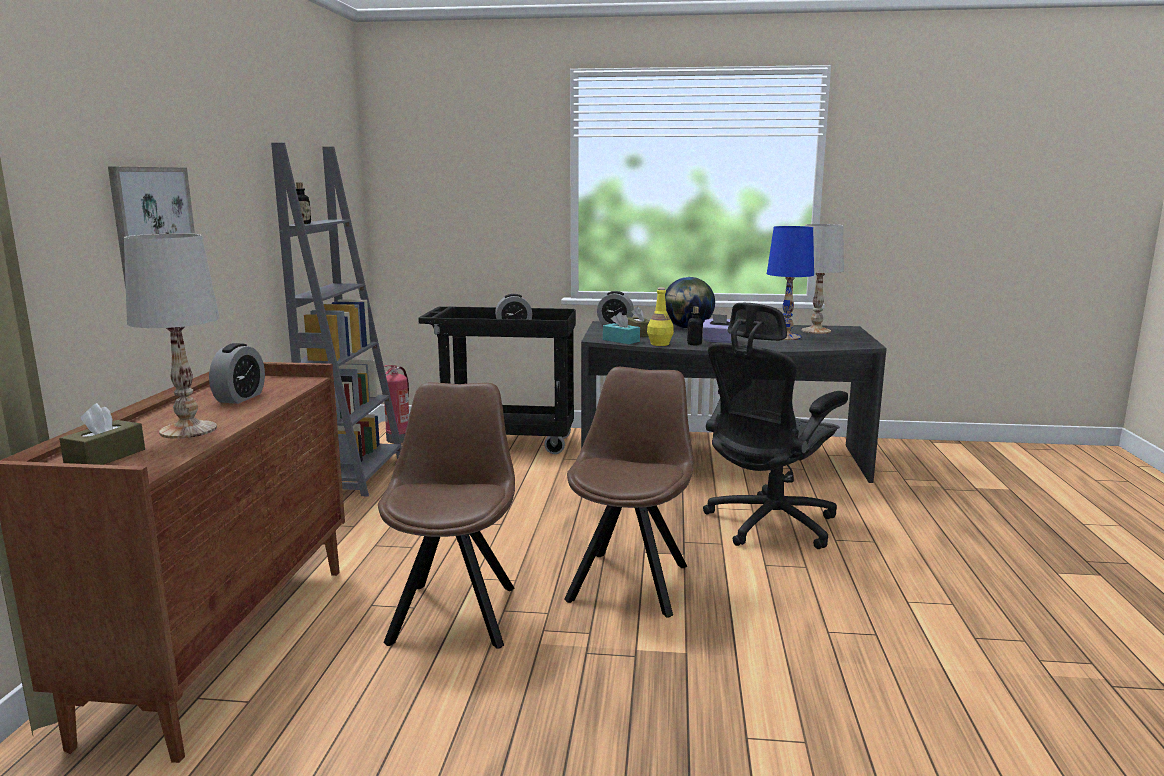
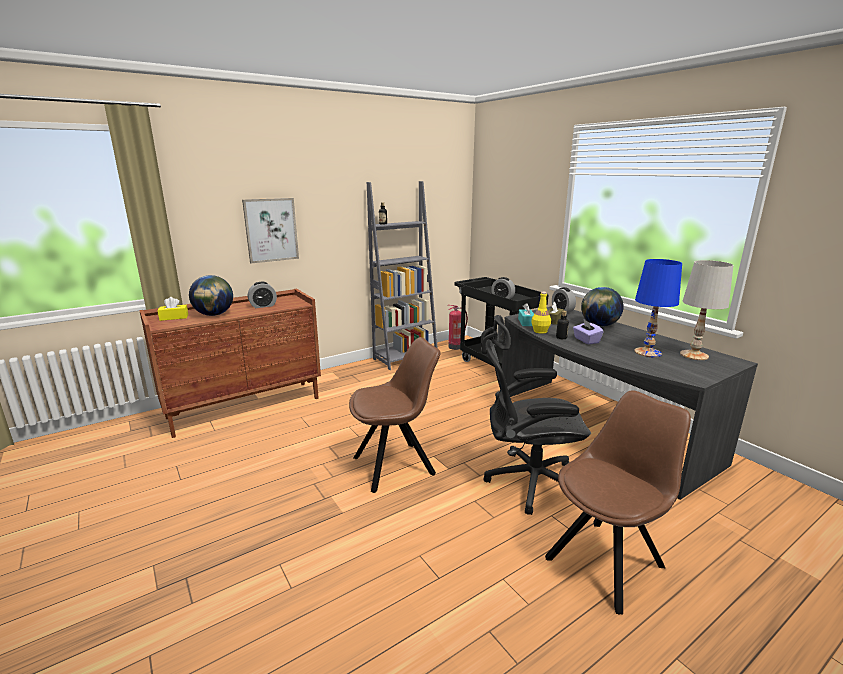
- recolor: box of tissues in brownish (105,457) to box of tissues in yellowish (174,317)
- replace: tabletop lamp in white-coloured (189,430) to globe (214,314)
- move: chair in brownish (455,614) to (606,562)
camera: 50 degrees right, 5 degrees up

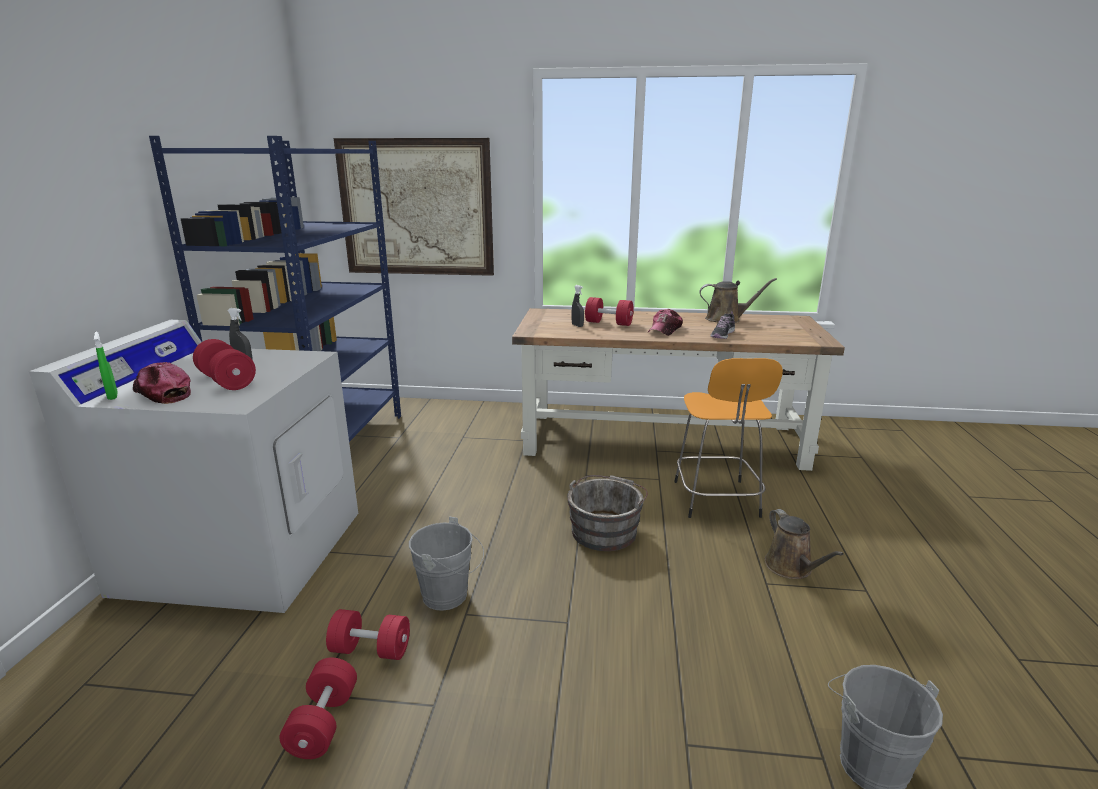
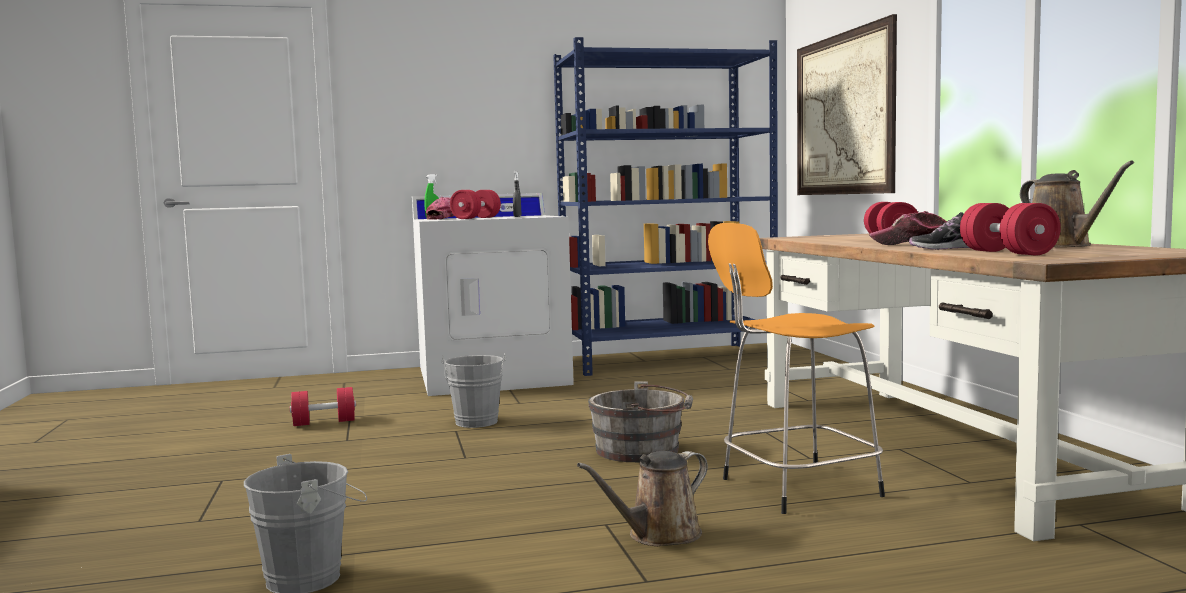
- move: hand weight in red-coloured (371,650) to (1007,253)
- delete: sprayer in grey (577,325)
camera: 70 degrees right, 15 degrees down

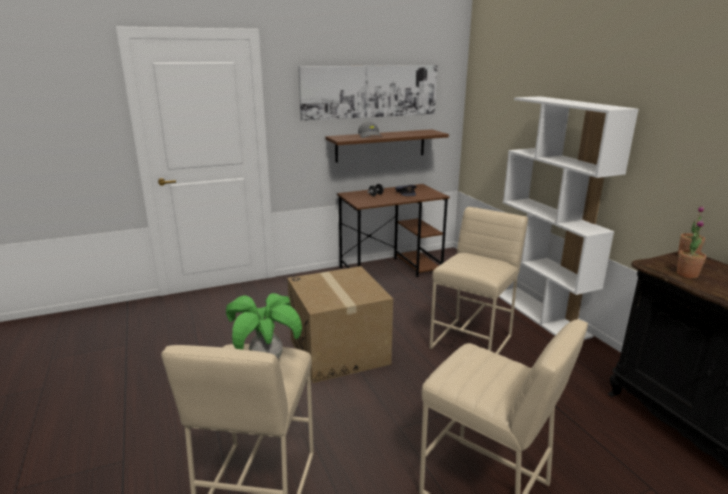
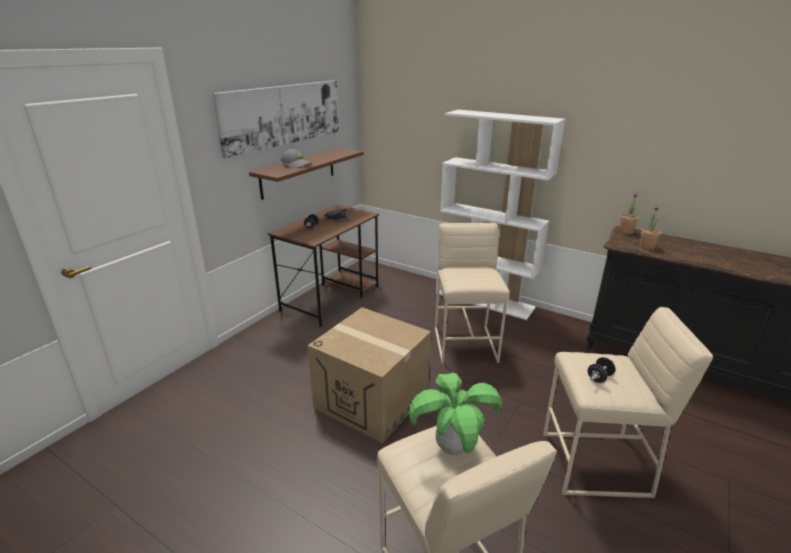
- insert: hand weight in blackish (599,377)
camera: 35 degrees left, 5 degrees up

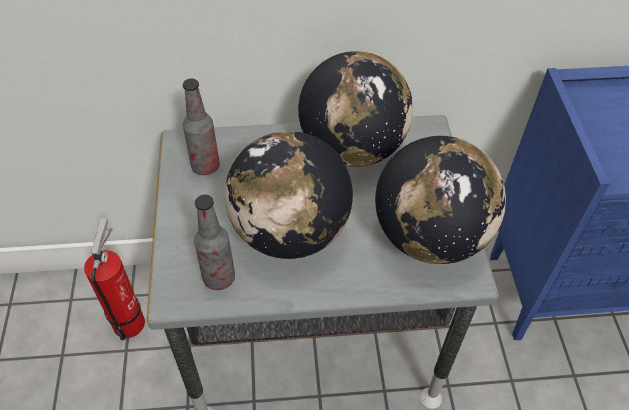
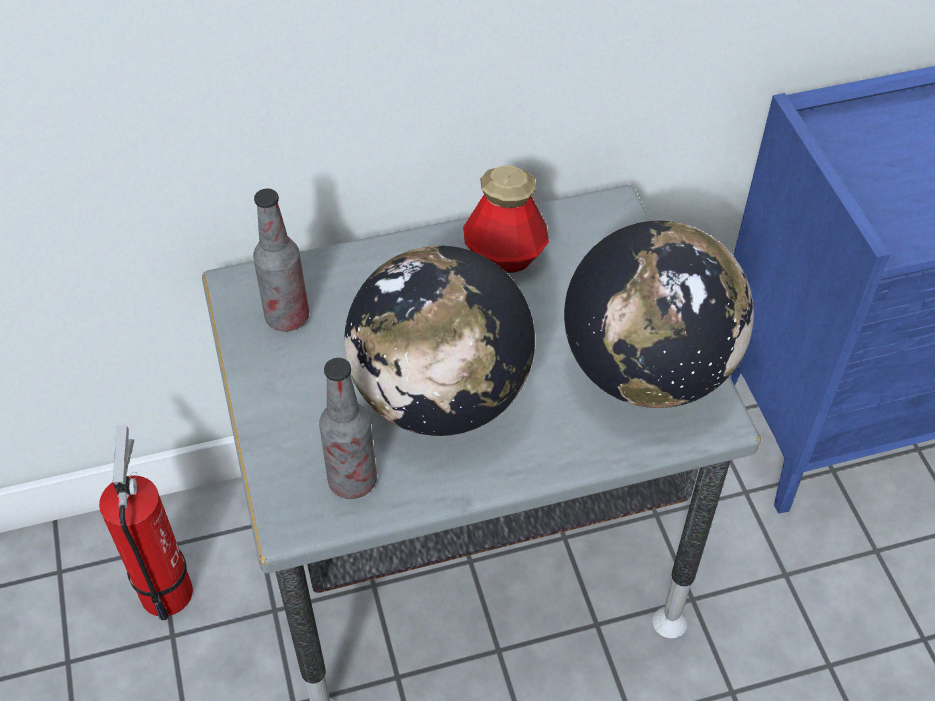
- replace: globe (352,148) to beverage bottle (505,256)
camera: 10 degrees left, 0 degrees up

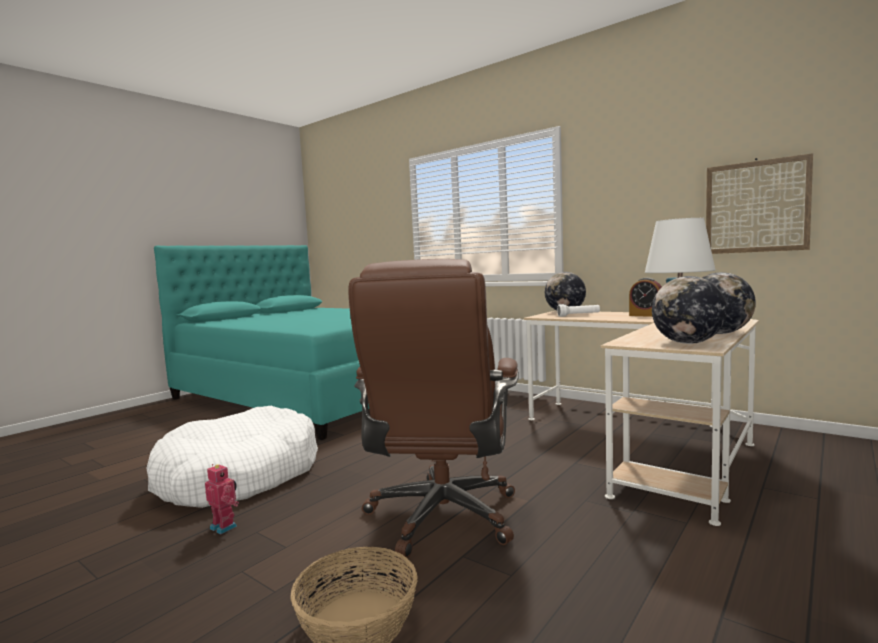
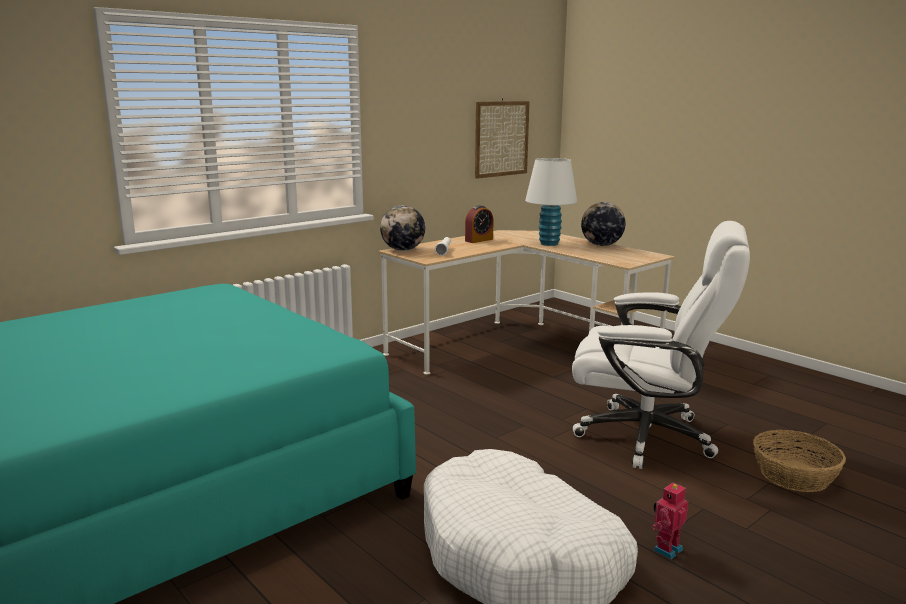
- recolor: office chair in brownish (443,515) to office chair in white-coloured (645,436)
- delete: globe (687,343)
camera: 80 degrees left, 10 degrees up

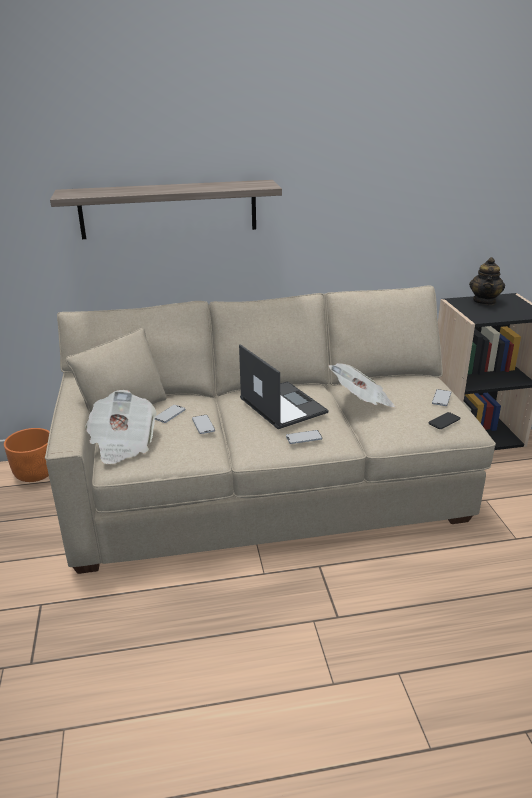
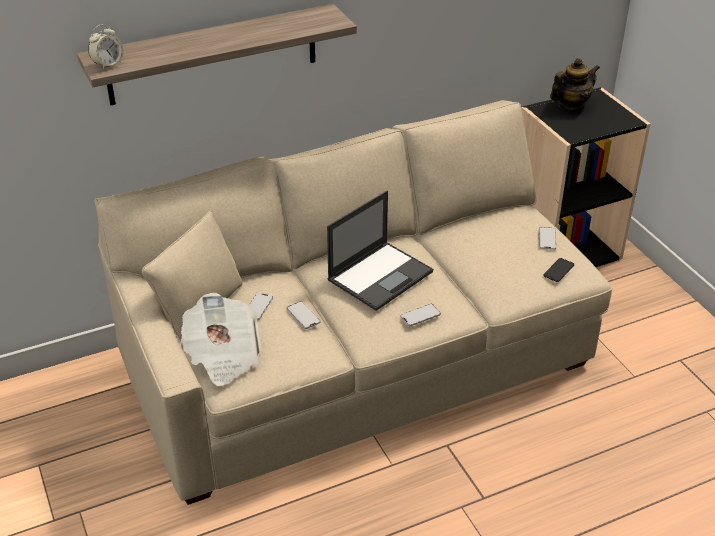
- delete: plant pot in orangey (36,473)
- rotate: portable computer (282,405) = (381,275) 90 degrees clockwise
- delete: daily paper (361,401)
- rotate: teapot (484,301) = (571,106) 120 degrees counterclockwise
- insert: bedside clock (108,64)
camera: 15 degrees left, 10 degrees up

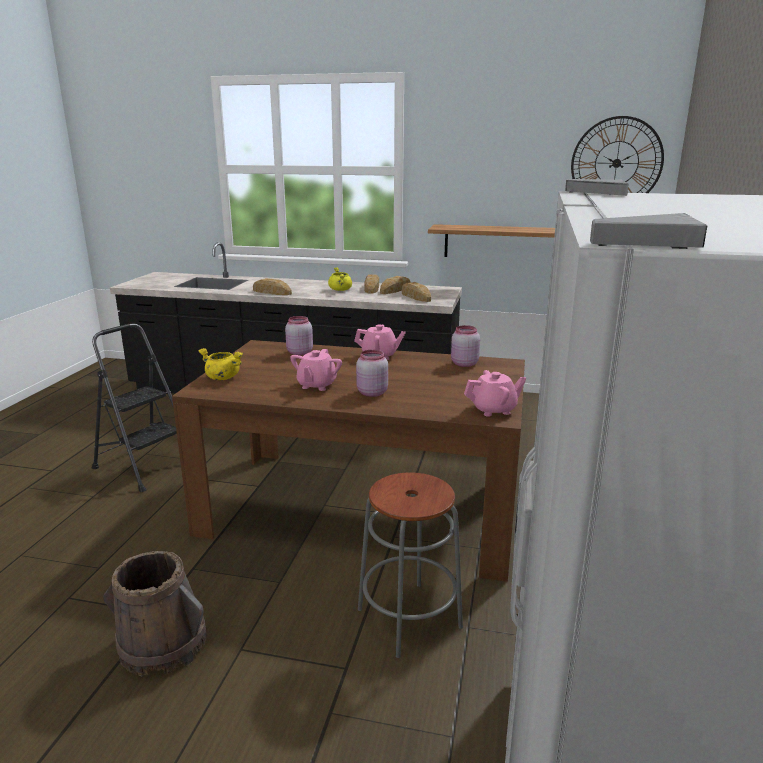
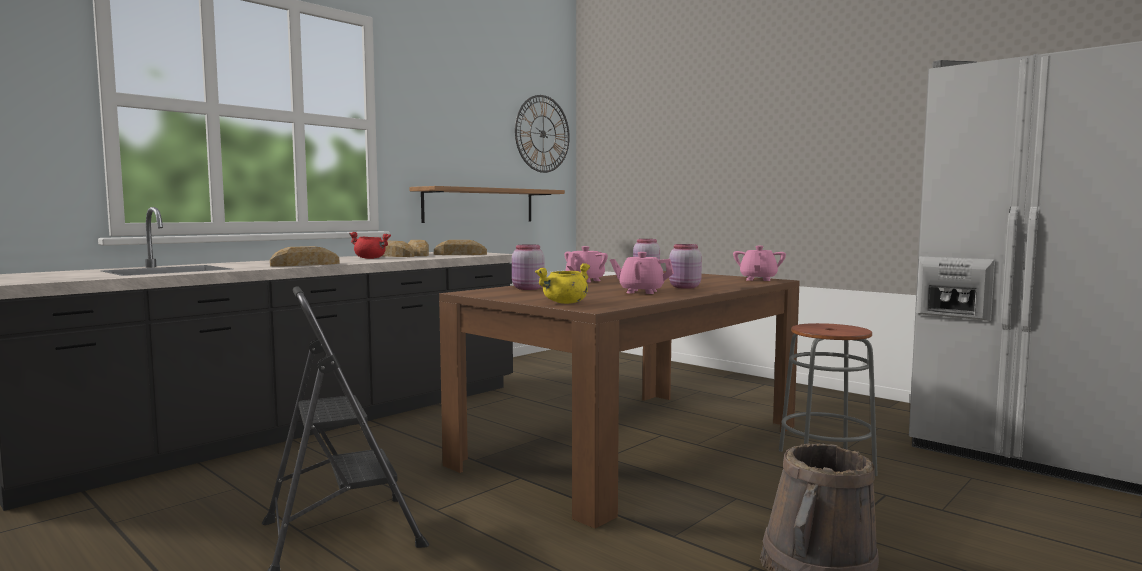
- rotate: teapot in pinkish (316,385) = (641,292) 150 degrees clockwise
- recolor: saucepot in yellowish (340,290) to saucepot in red-coloured (371,258)
camera: 60 degrees left, 15 degrees down

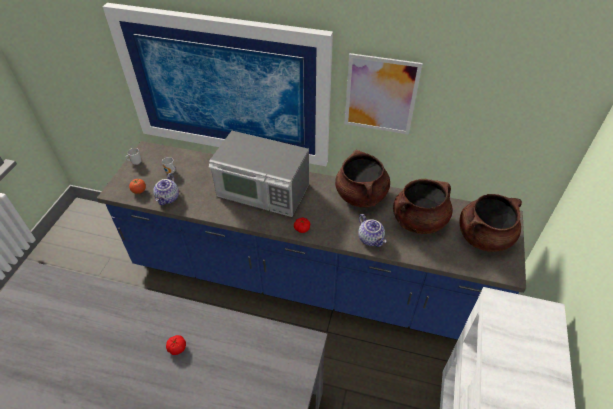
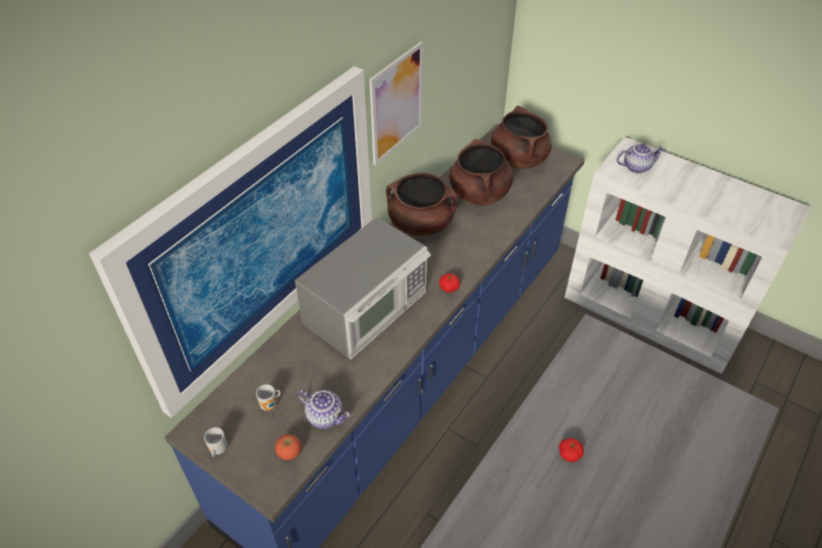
- move: teapot (371,239) to (636,167)
camera: 70 degrees left, 0 degrees up

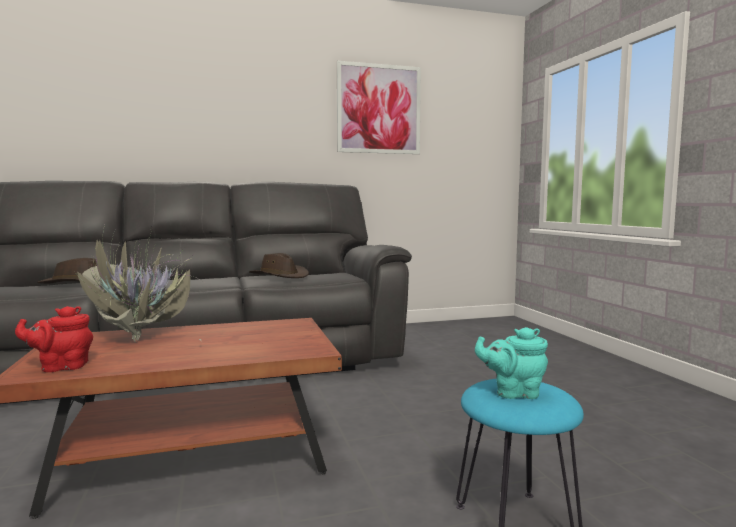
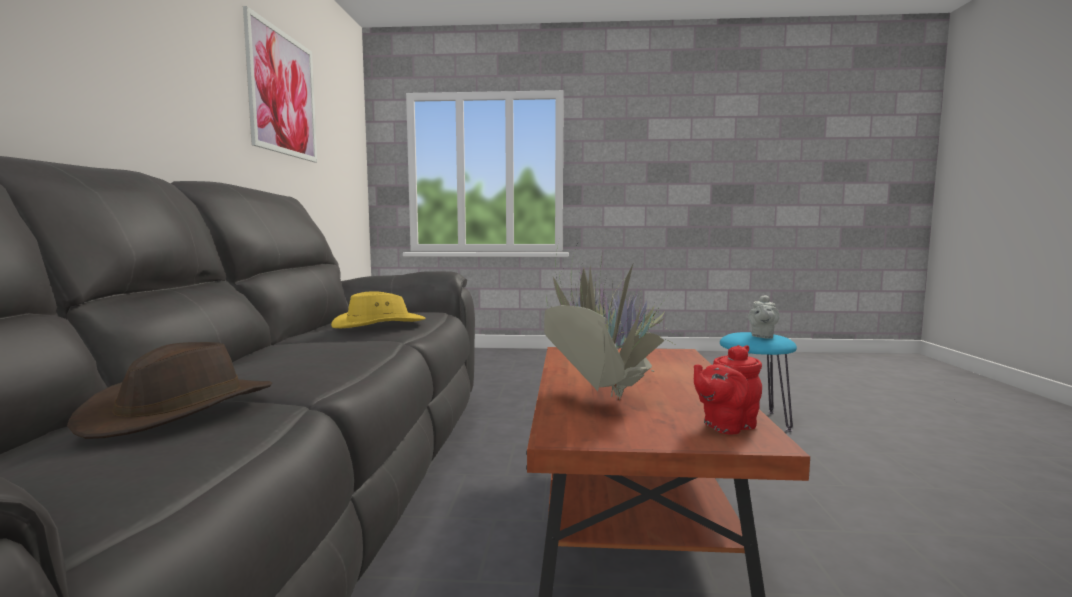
- rotate: teapot in red-coloured (61,367) = (726,426) 60 degrees clockwise
- recolor: hat in brownish (279,276) to hat in yellowish (378,324)
- recolor: teapot in turquoise-coloured (513,392) to teapot in grey (762,336)
camera: 70 degrees left, 0 degrees up

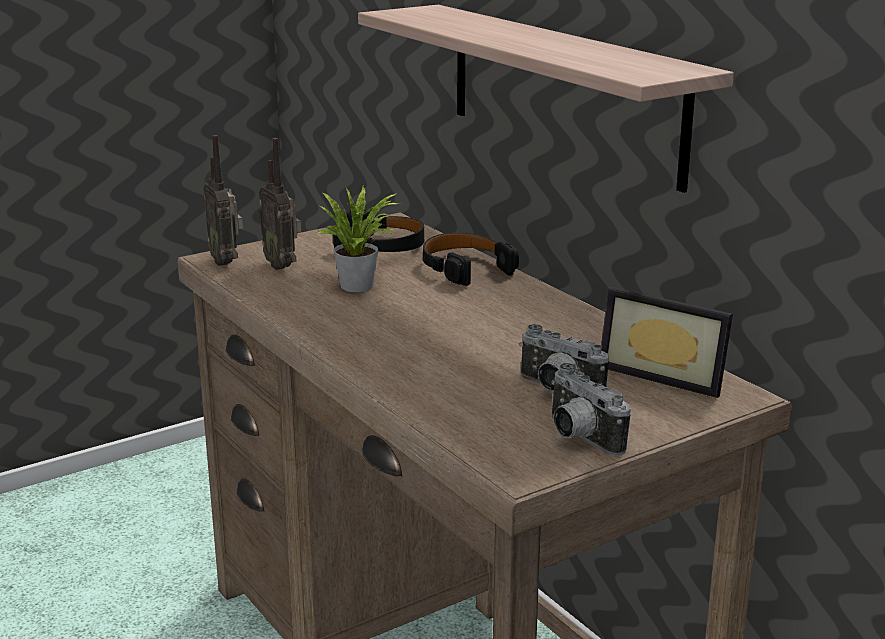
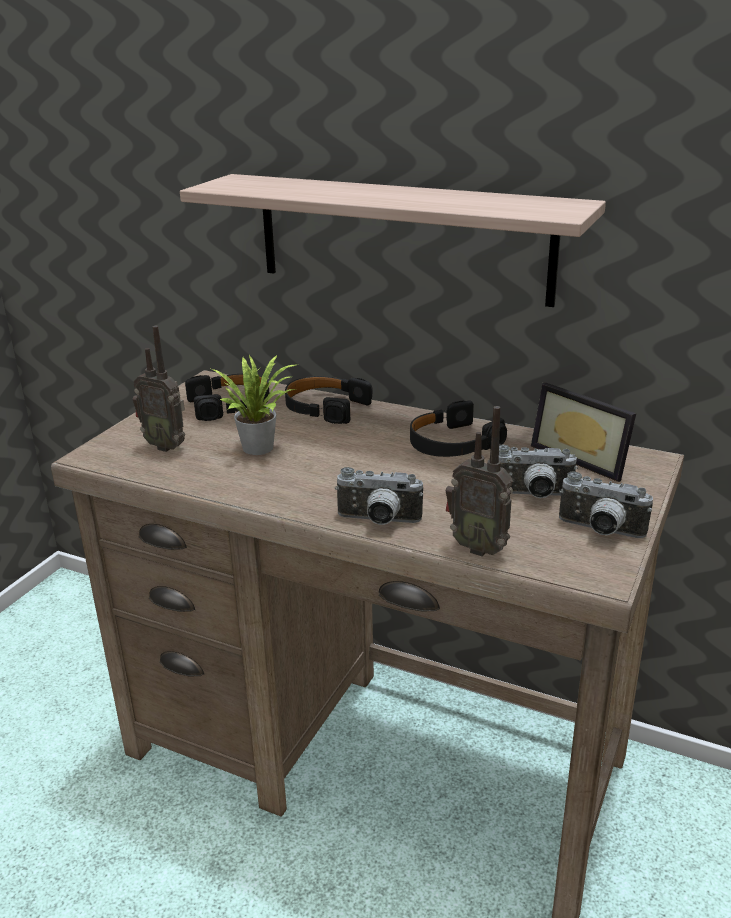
- move: radio receiver (226,261) to (478,547)
- rotate: picture frame (665,374) = (584,457) 45 degrees clockwise
- insert: still camera (378,521)
- insert: pair of headphones in blackish (452,443)
camera: 30 degrees left, 5 degrees up

